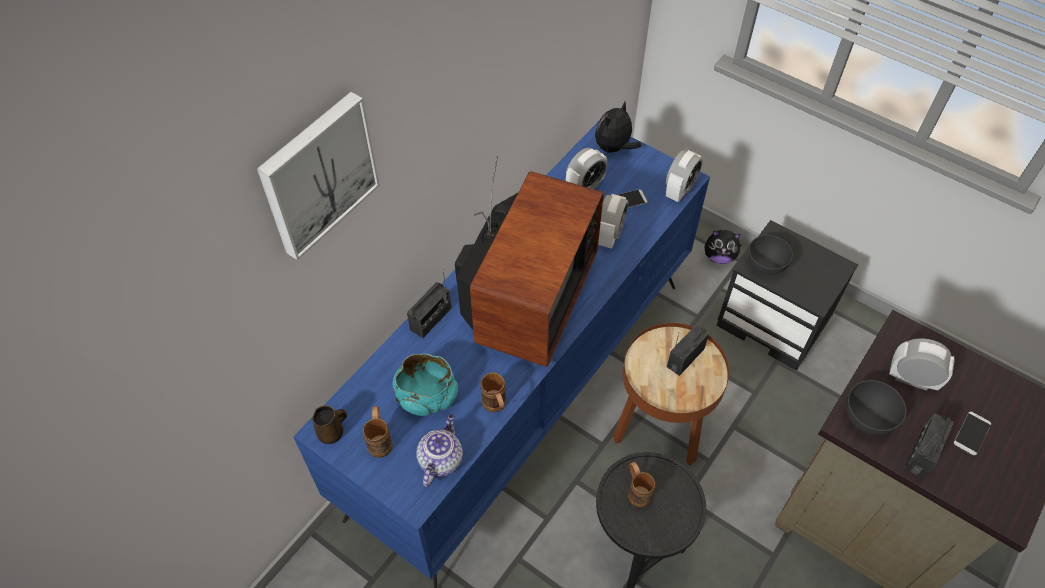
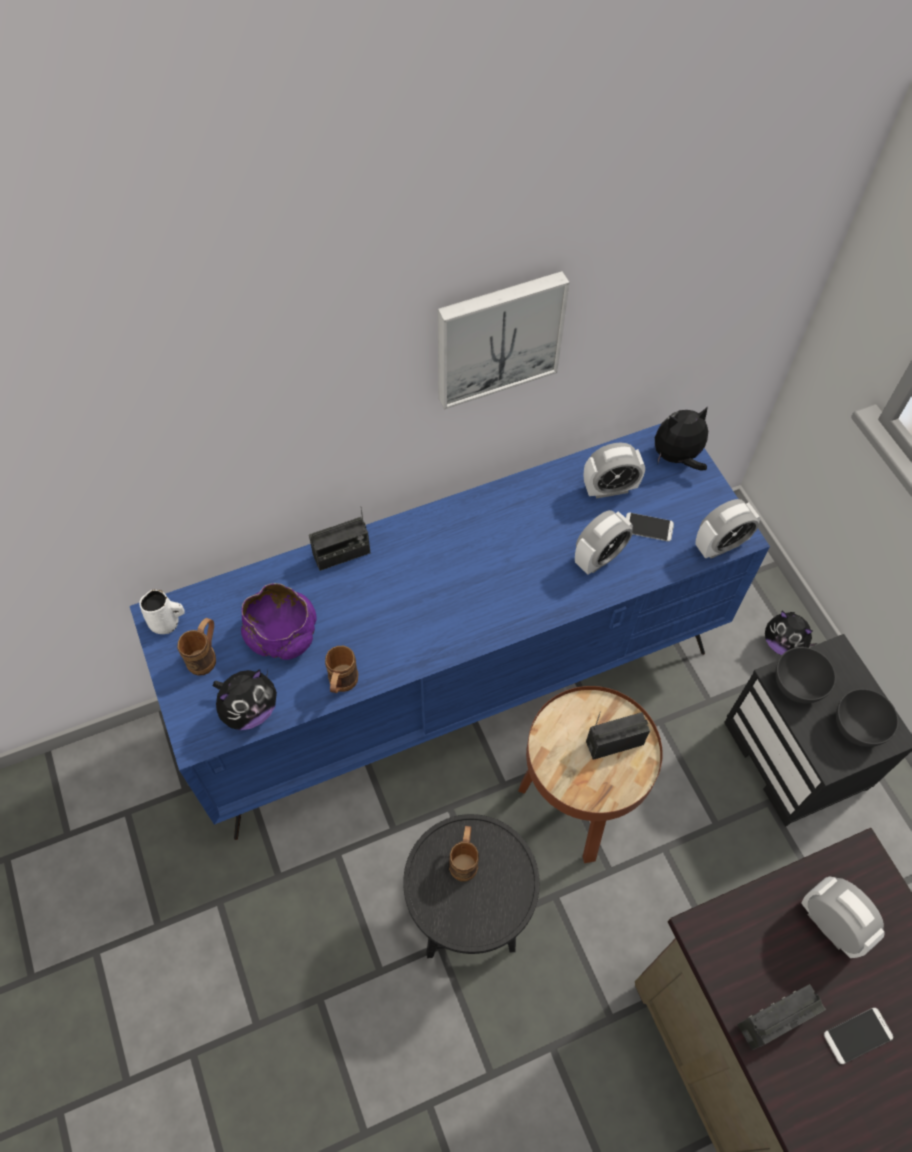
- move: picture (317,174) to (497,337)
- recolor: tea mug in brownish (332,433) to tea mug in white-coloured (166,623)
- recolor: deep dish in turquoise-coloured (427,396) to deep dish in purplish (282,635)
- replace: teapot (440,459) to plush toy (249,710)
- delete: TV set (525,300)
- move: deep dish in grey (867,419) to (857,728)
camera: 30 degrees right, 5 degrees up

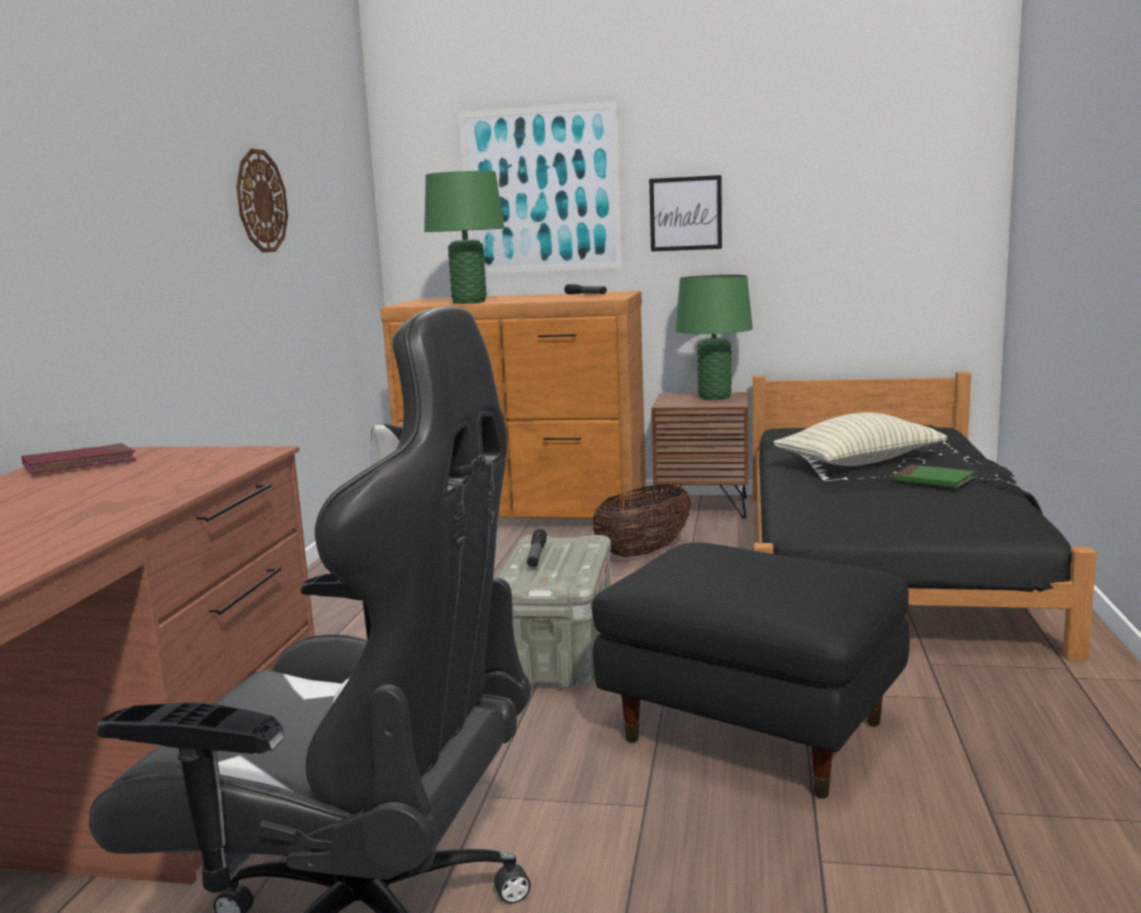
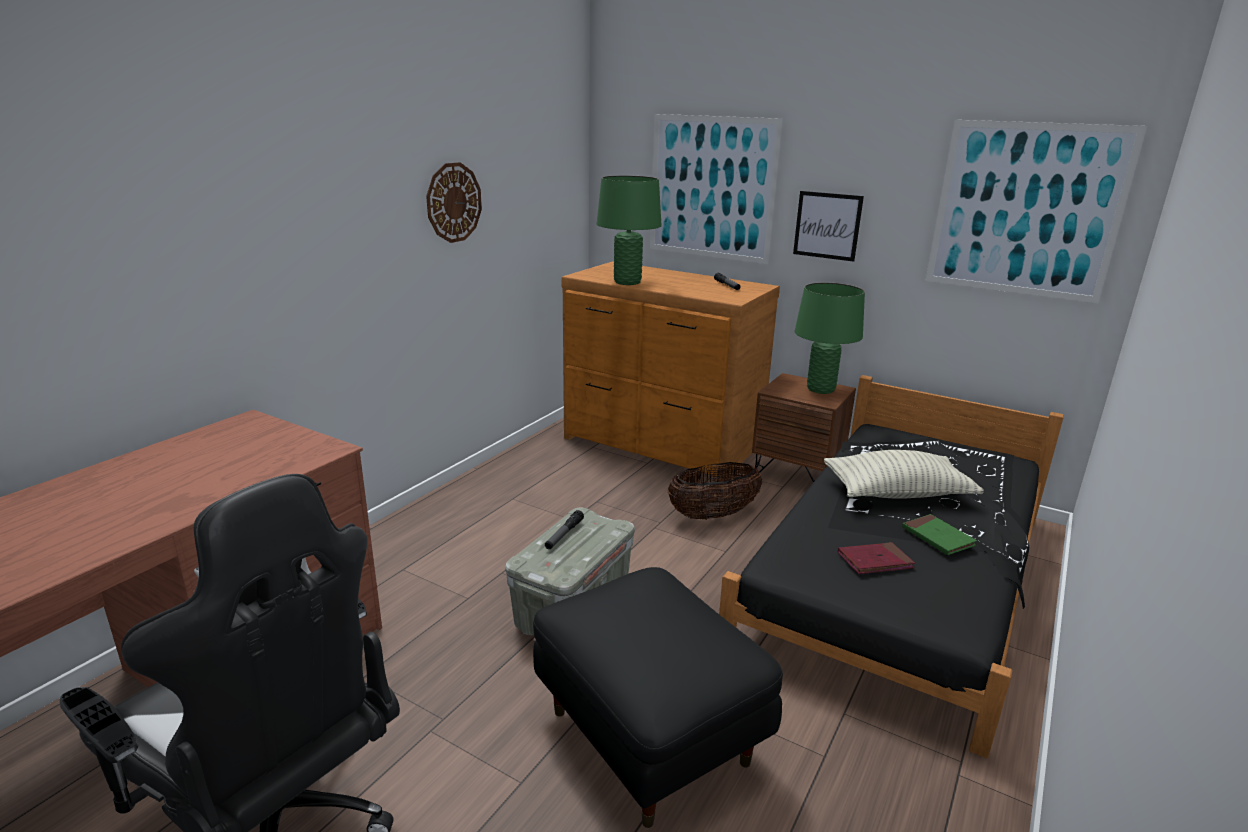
- move: bound book in red-coloured (80,464) to (875,561)
- insert: picture (1026,210)
camera: 20 degrees right, 10 degrees up

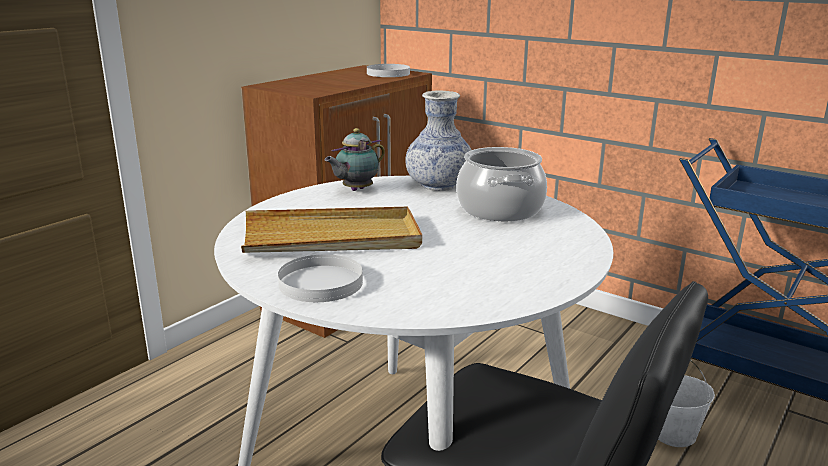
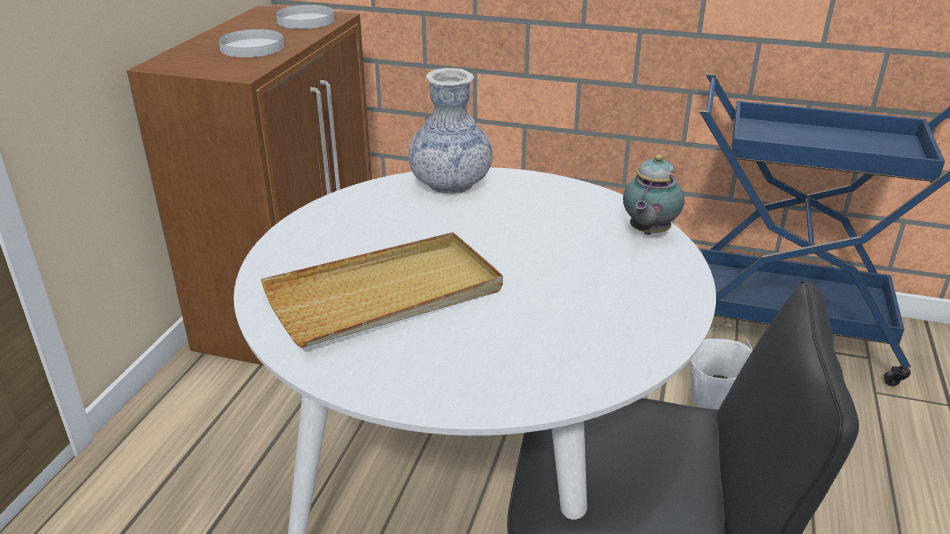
- move: flat dish in white-coloured (321,283) to (253,47)
- move: teapot (355,190) to (647,232)
- delete: saucepot (499,209)
camera: 20 degrees left, 10 degrees up

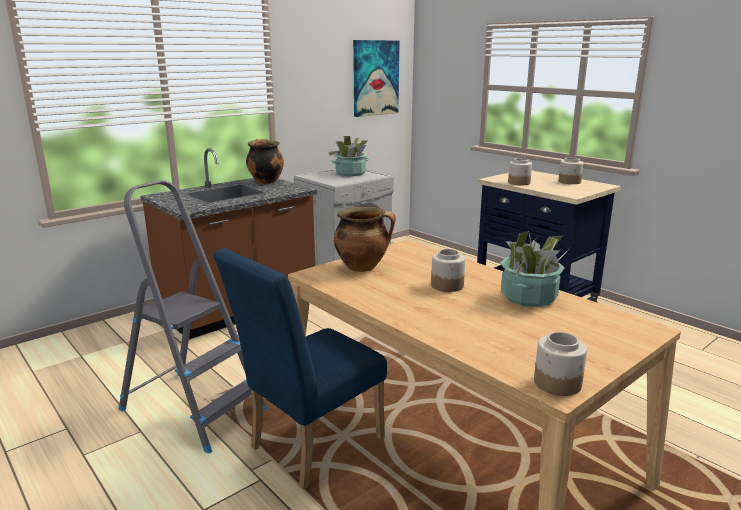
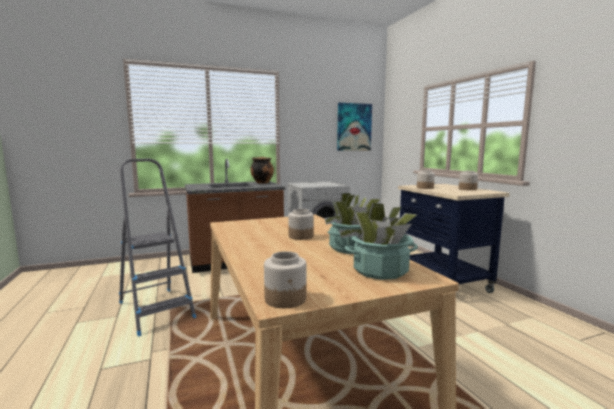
- delete: chair in blue (309,447)
- move: potted plant (350,173) to (380,271)
- delete: saucepot (363,267)
camera: 20 degrees right, 10 degrees down

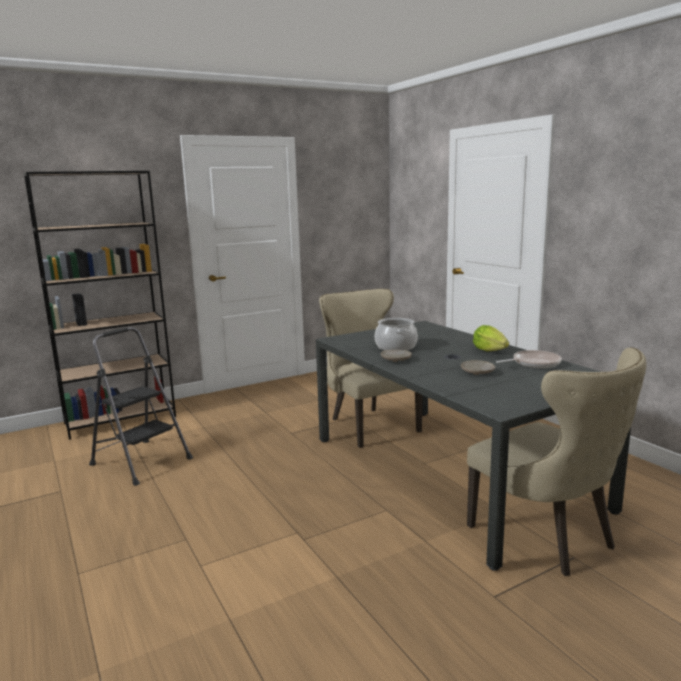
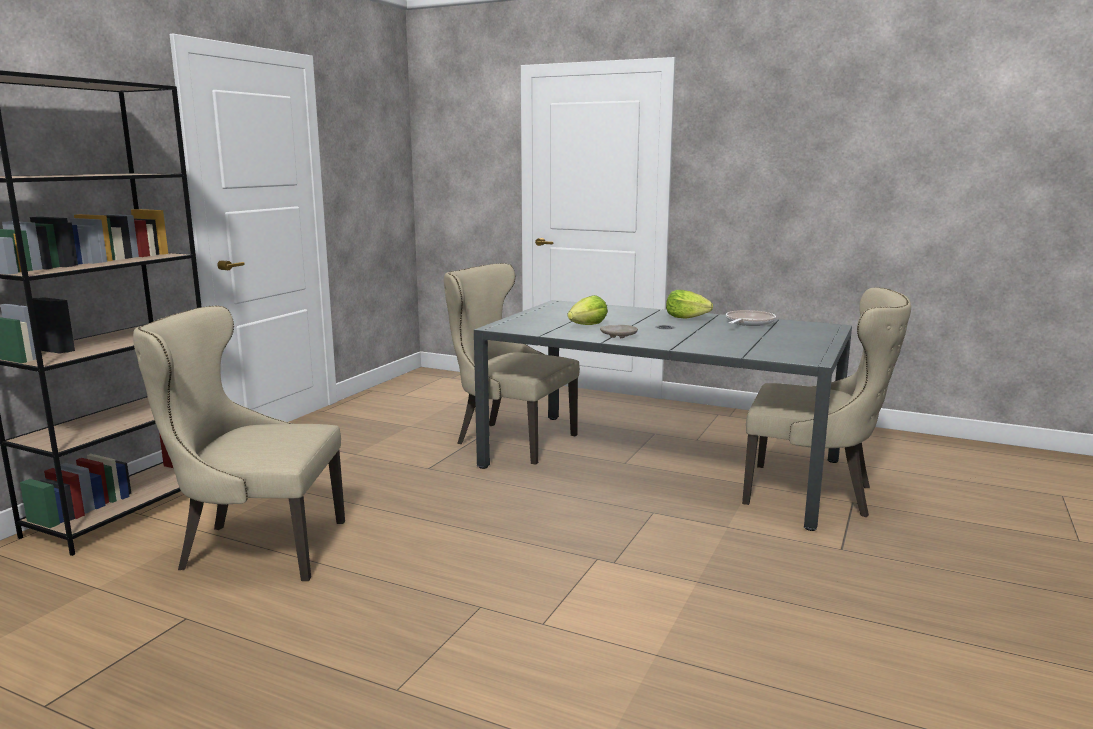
- replace: stepladder in blackish (140,460) to chair in beige-coloured (256,548)
- replace: saucepot (396,347) to head of lettuce (588,325)
- delete: flat dish in beige-coloured (477,372)
camera: 35 degrees left, 0 degrees up

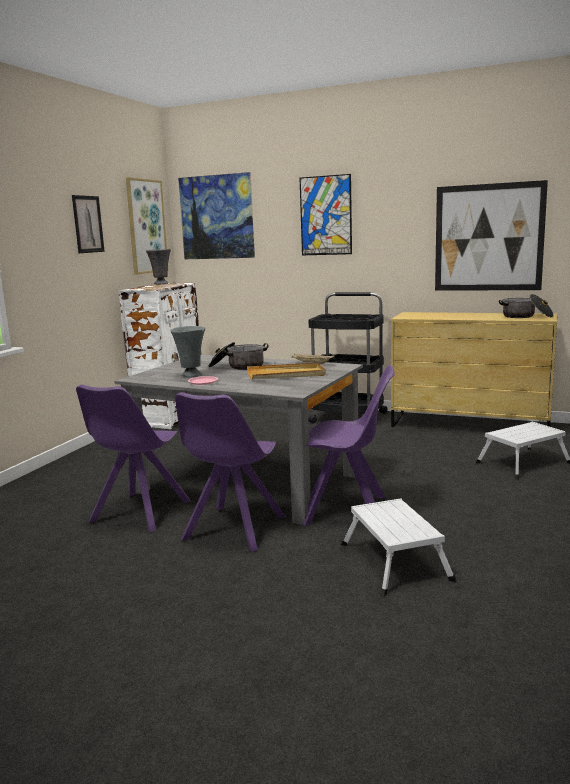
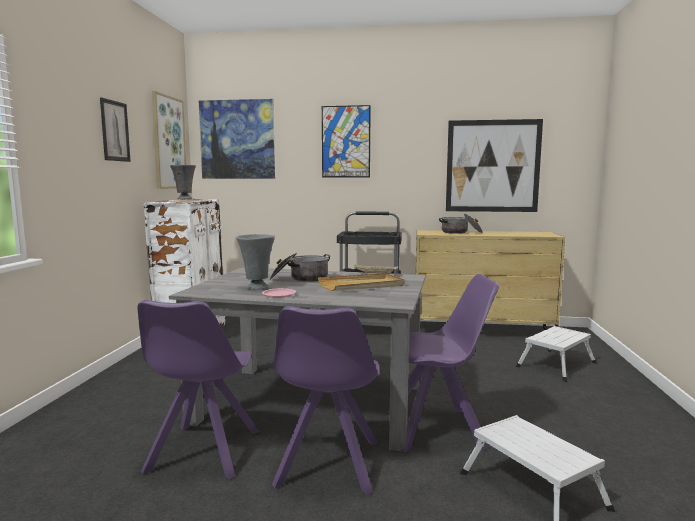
- move: saucepot (526,316) to (461,232)
camera: 15 degrees left, 5 degrees down

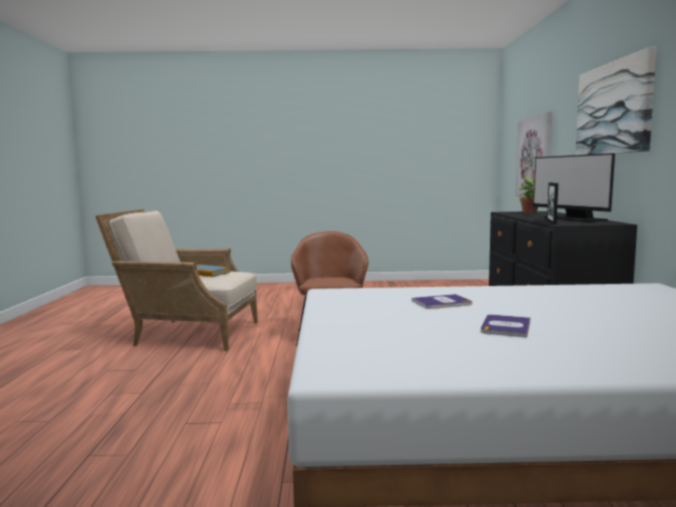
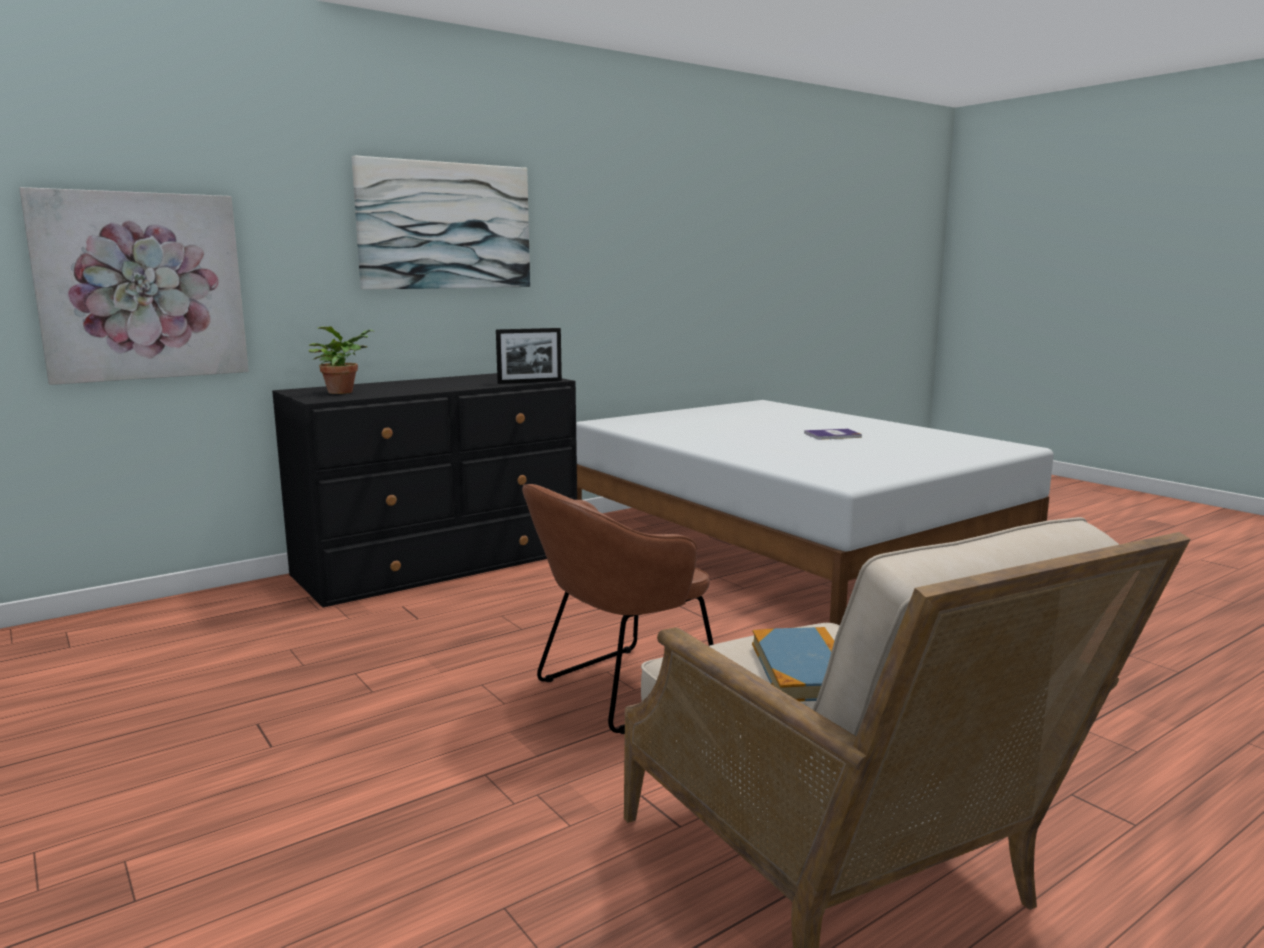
- delete: bound book (442,303)
- delete: monitor (573,219)
camera: 125 degrees left, 5 degrees up

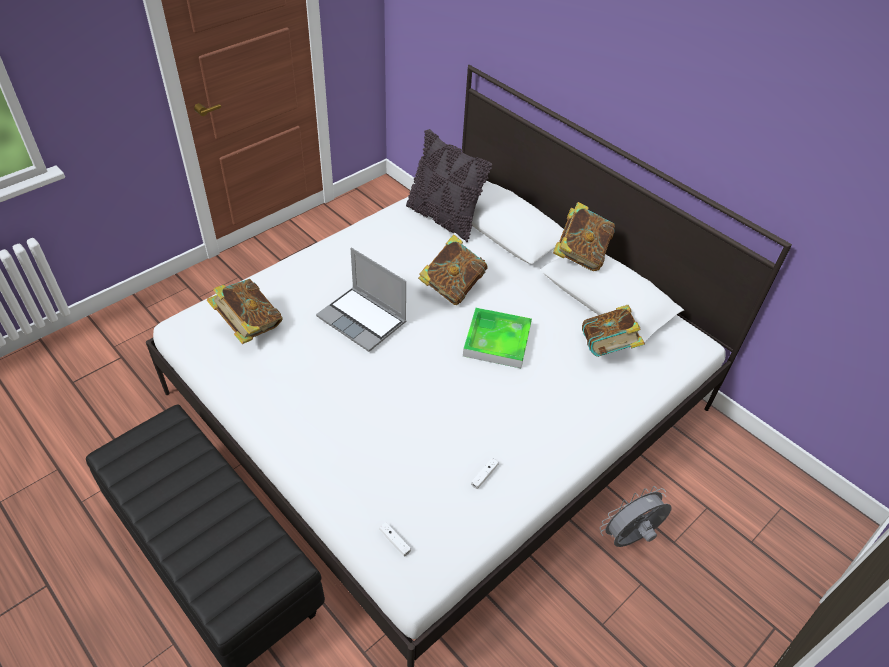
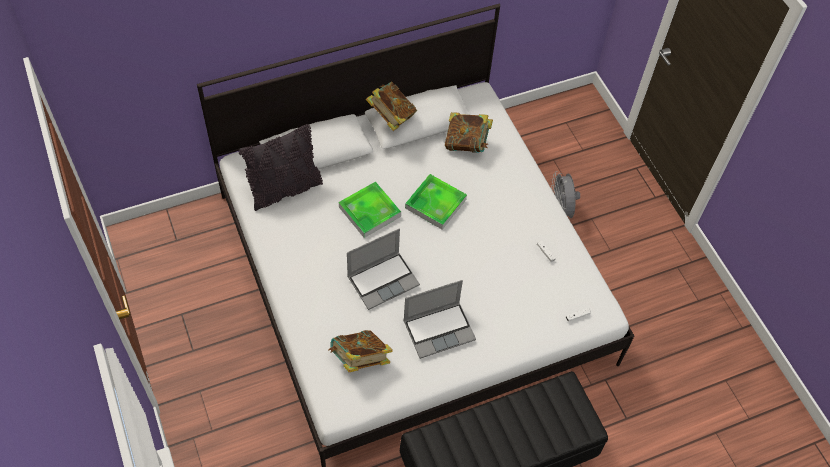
- replace: bound book (452,287) to serving tray (369,211)
- insert: portable computer (439,329)
camera: 70 degrees left, 10 degrees up

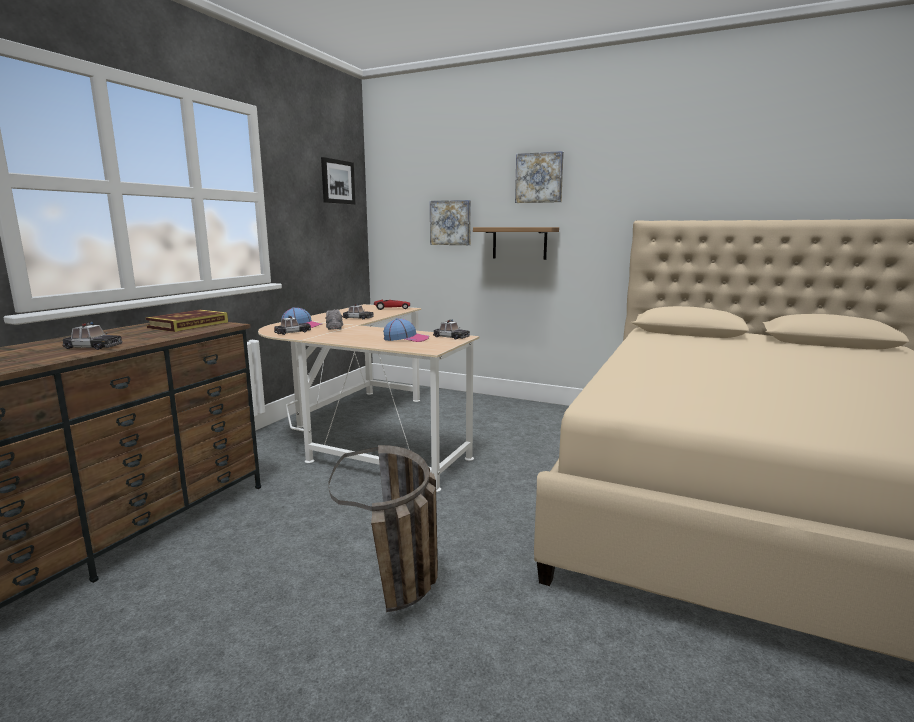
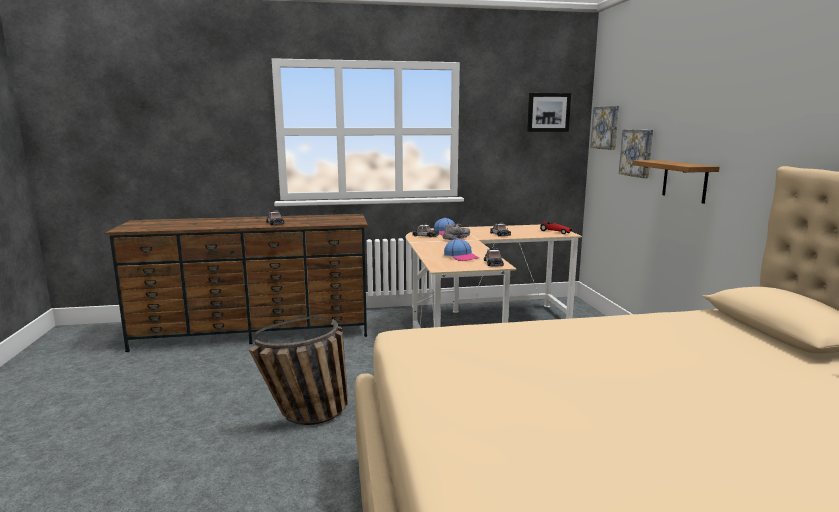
- delete: bound book (188,325)
- move: picture (539,178) to (606,127)
camera: 55 degrees right, 0 degrees up

